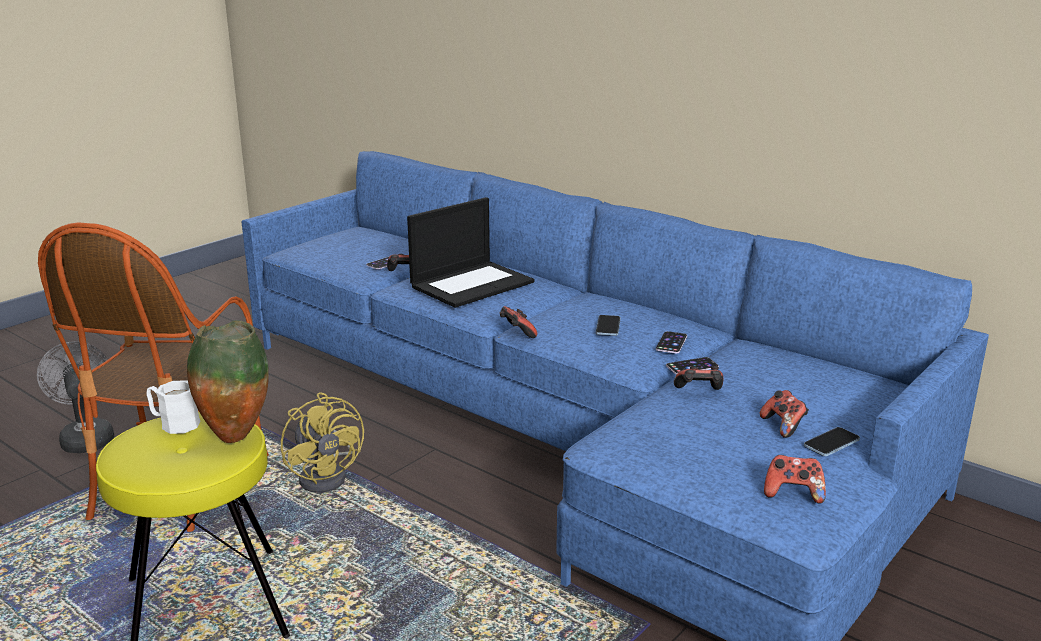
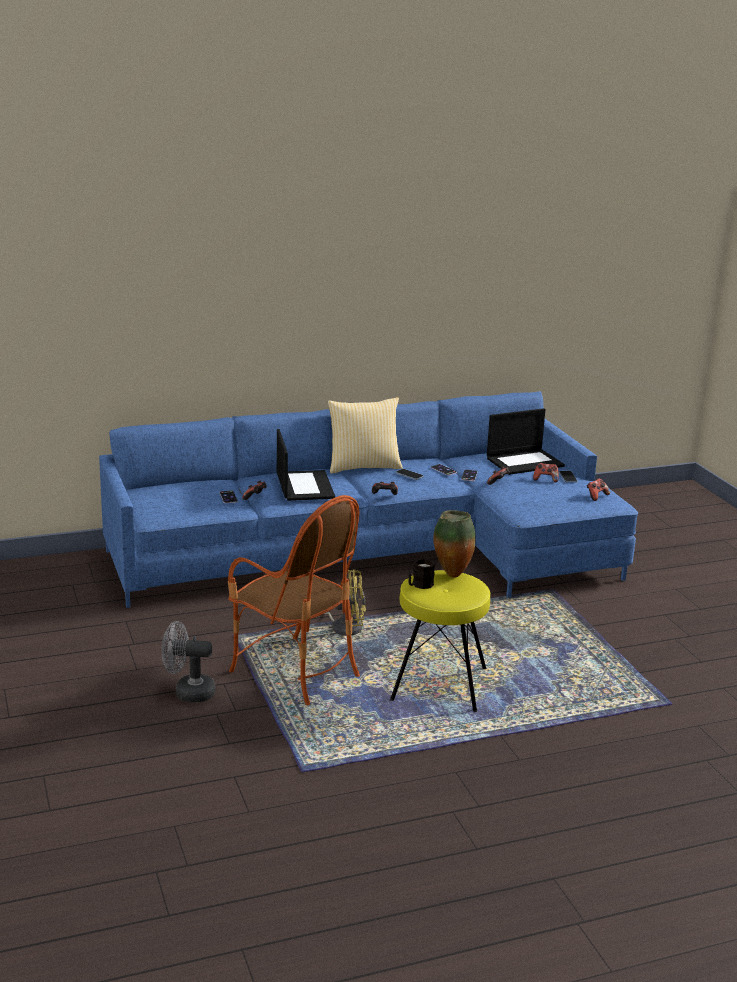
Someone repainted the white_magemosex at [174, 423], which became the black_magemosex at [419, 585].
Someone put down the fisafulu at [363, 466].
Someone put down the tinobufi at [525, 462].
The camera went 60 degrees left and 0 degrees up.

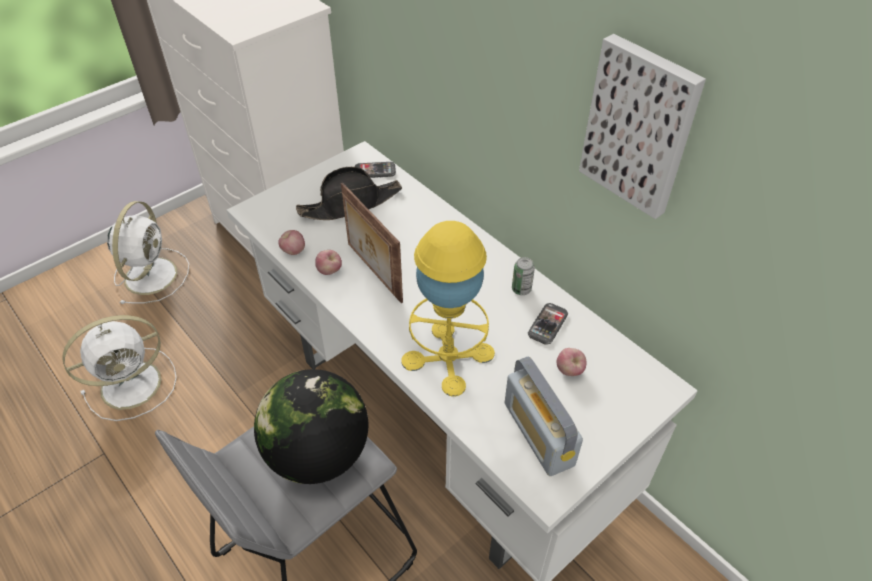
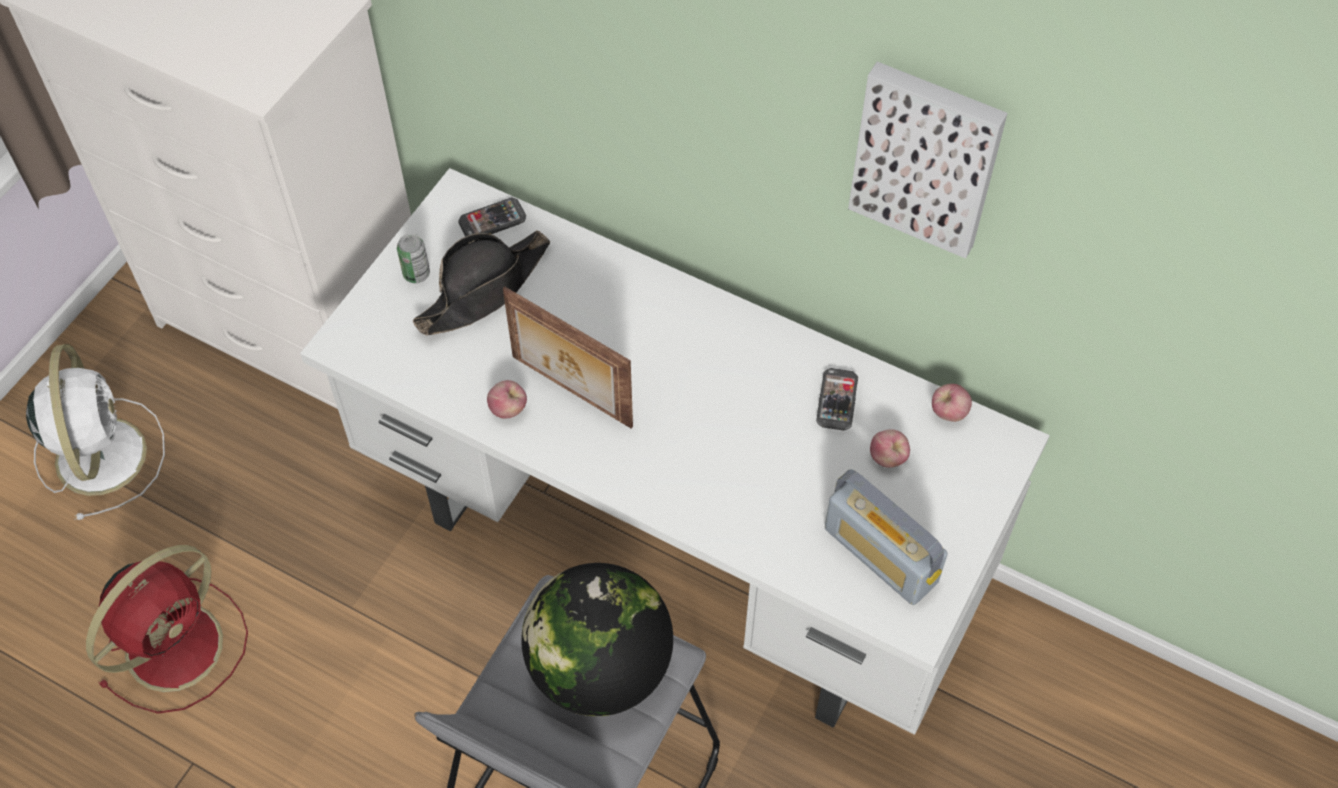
Someone took away the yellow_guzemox at [448, 357].
Someone carried the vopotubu from [293, 251] to [948, 413].
Someone carried the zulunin from [521, 289] to [416, 274].
Someone repainted the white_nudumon at [134, 383], which became the red_nudumon at [178, 643].
The camera went 20 degrees left and 10 degrees up.

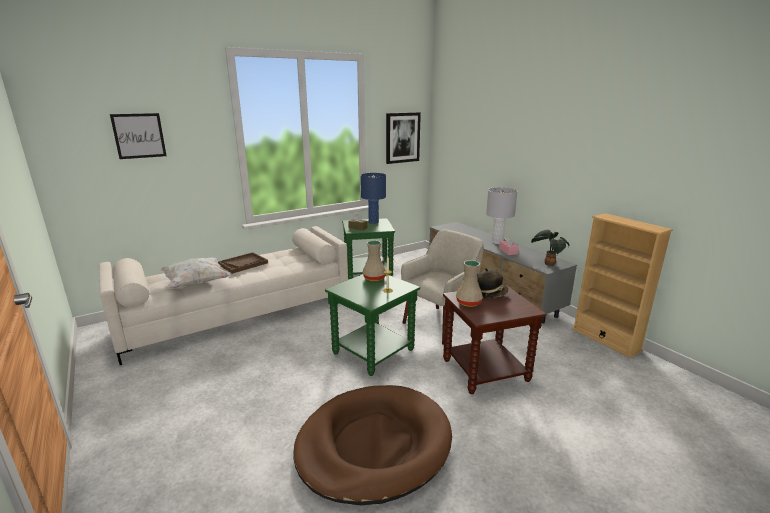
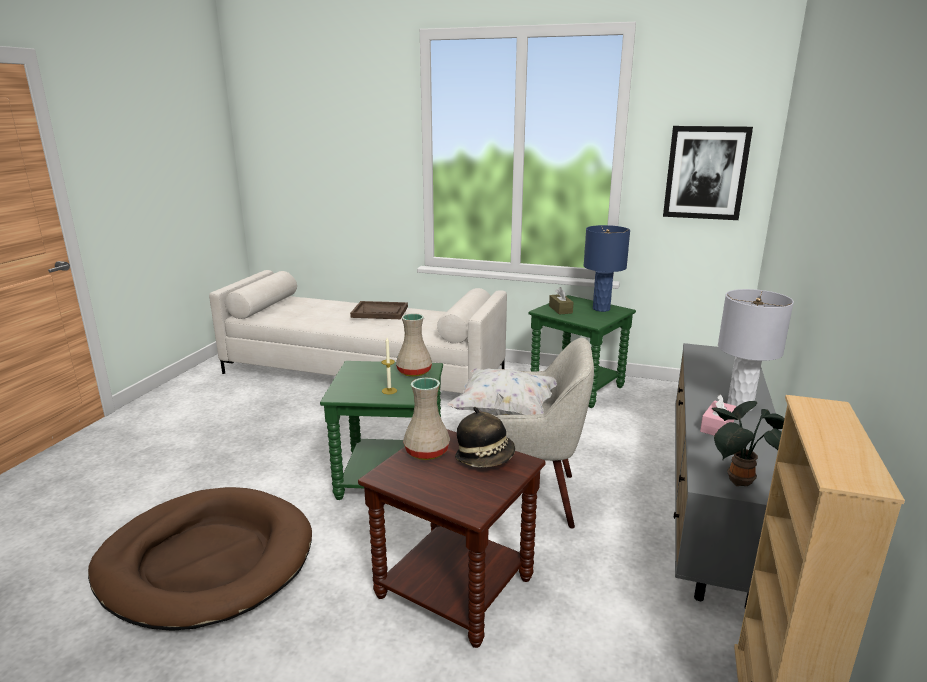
Someone took away the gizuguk at [139, 136].
Someone carried the white_fisafulu from [196, 283] to [505, 412].
The camera went 50 degrees right and 0 degrees up.

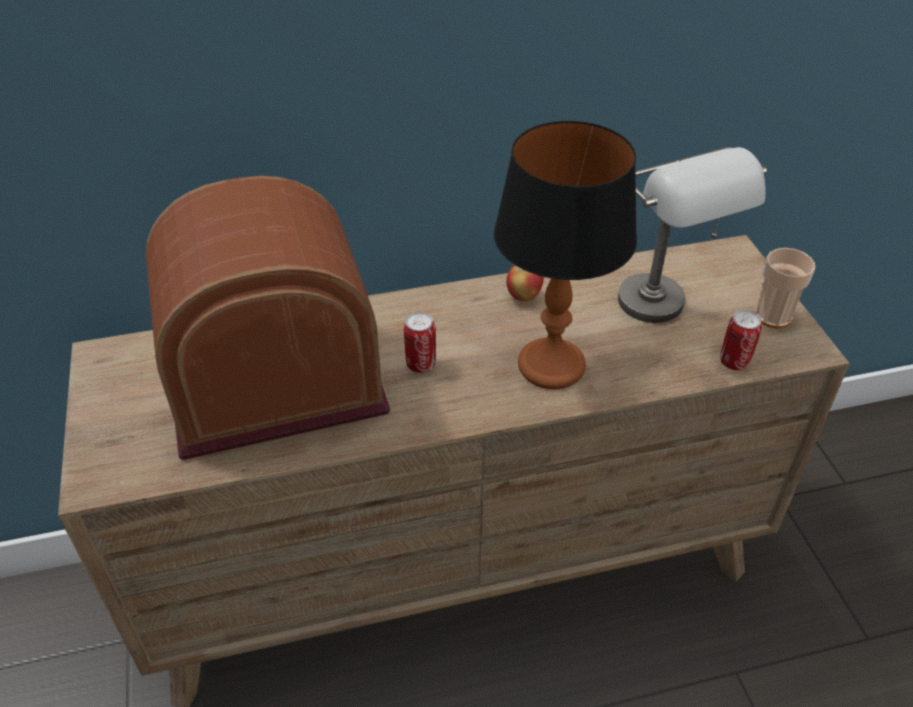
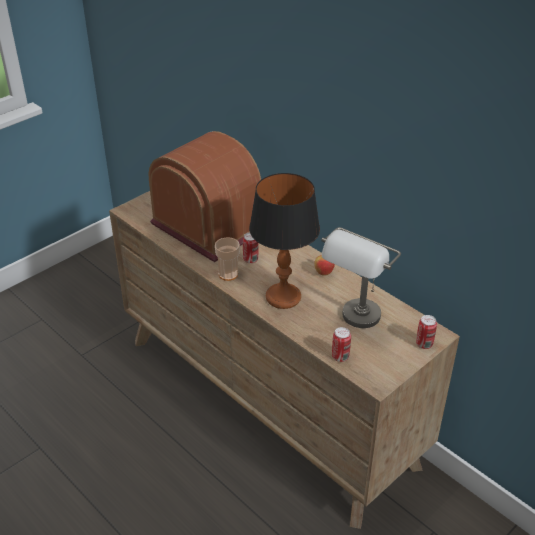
Someone carried the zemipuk from [773, 316] to [228, 274].
Someone put down the zulunin at [424, 344].
The camera went 60 degrees right and 5 degrees down.

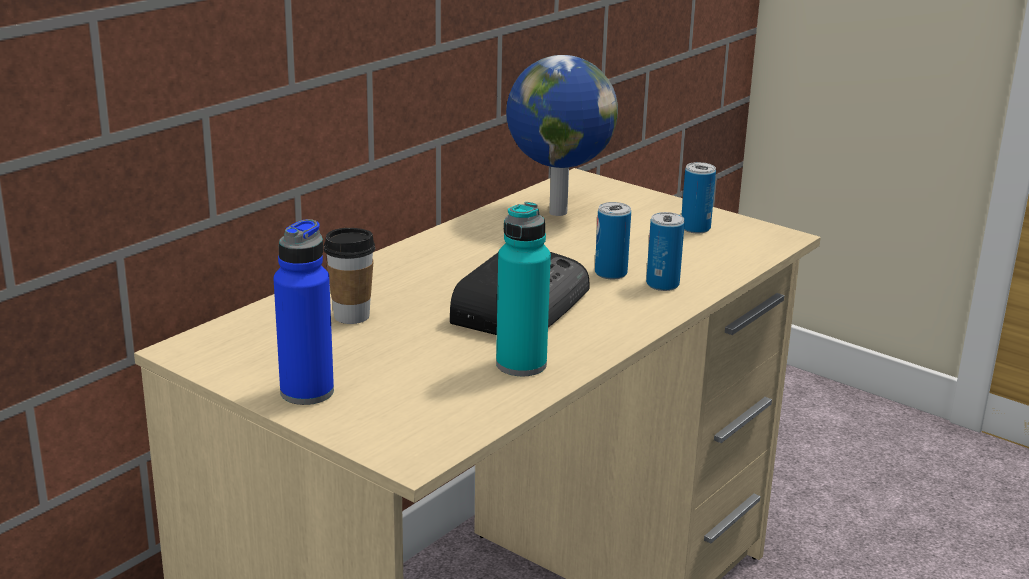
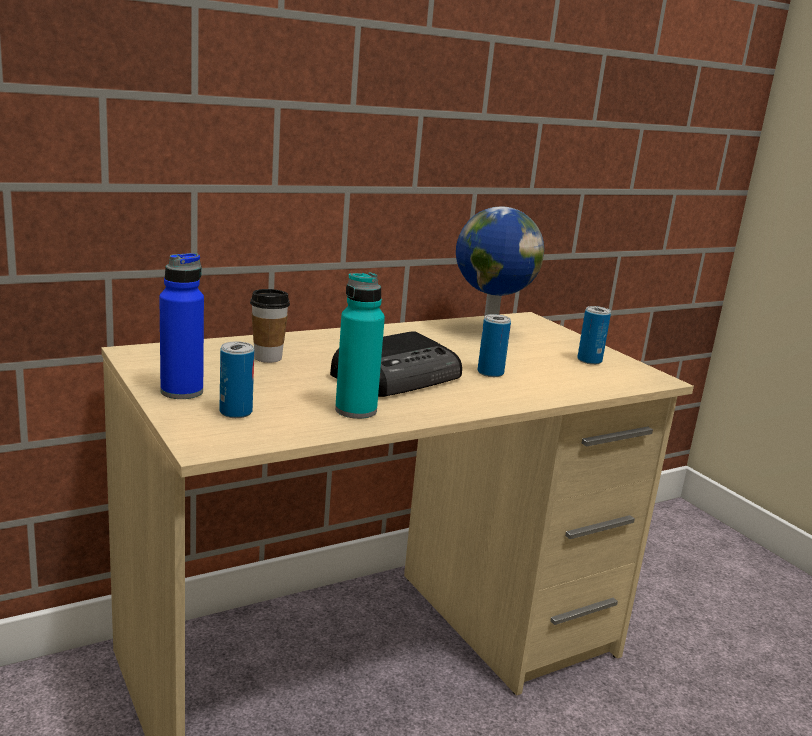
Someone carried the zulunin from [662, 284] to [236, 412].
The camera went 20 degrees right and 5 degrees down.

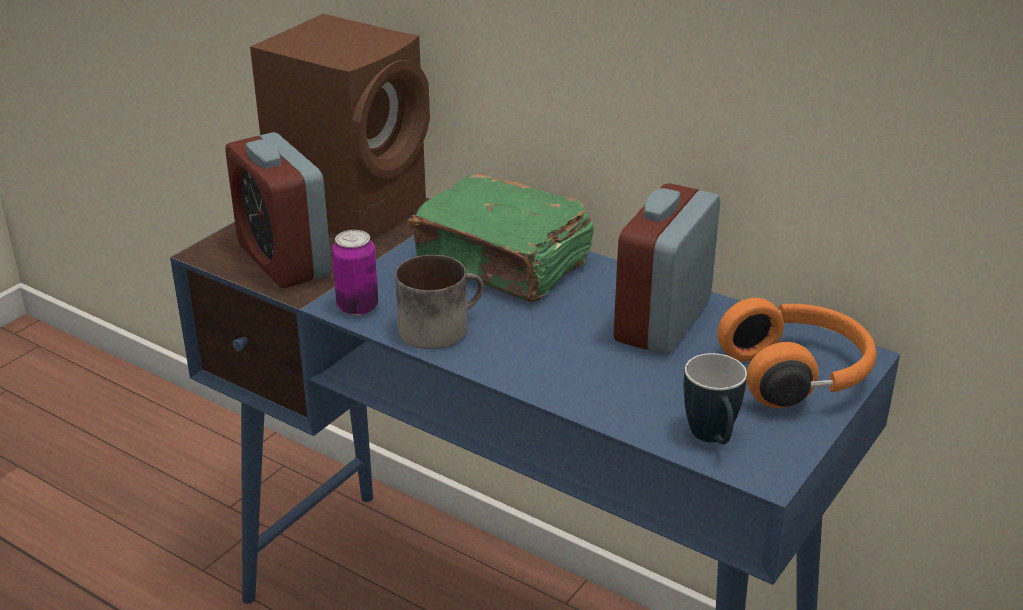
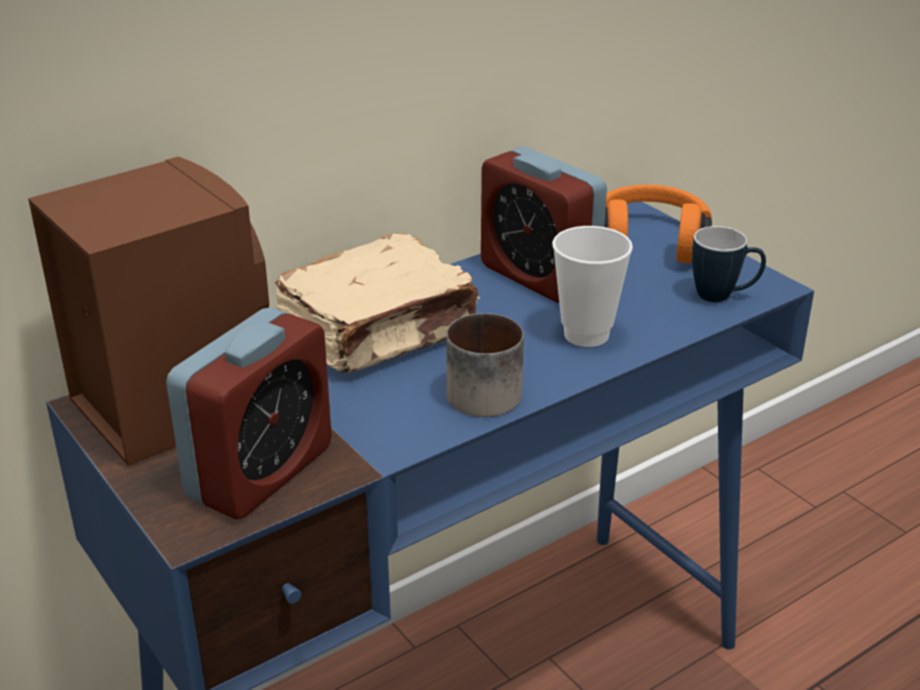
Someone rotated the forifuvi at [284, 260] by 45 degrees counterclockwise.
Someone repainted the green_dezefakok at [503, 263], which became the beige_dezefakok at [381, 332].
Someone took away the zulunin at [357, 307].
Someone put down the zemipuk at [586, 335].
The camera went 70 degrees left and 0 degrees up.

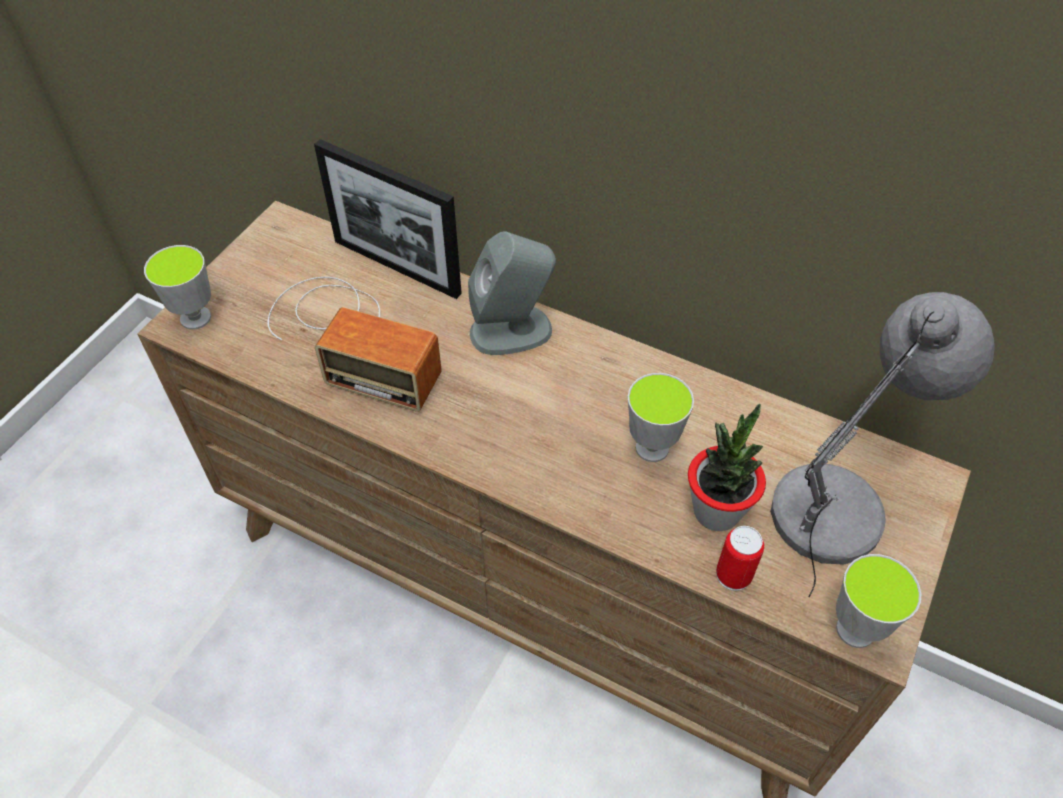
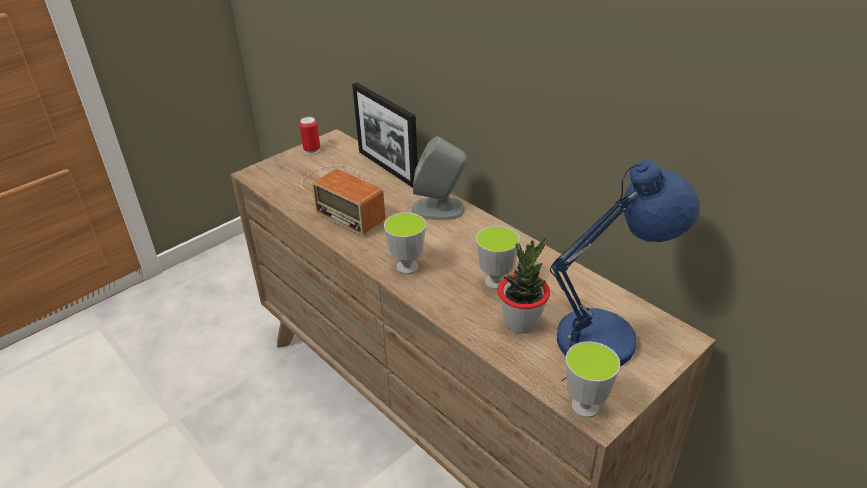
Someone carried the zemipuk from [195, 318] to [407, 267].
Someone repainted the grey_guzemox at [837, 508], which became the blue_guzemox at [605, 339].
Someone carried the zulunin from [733, 575] to [312, 150].
The camera went 20 degrees right and 15 degrees down.

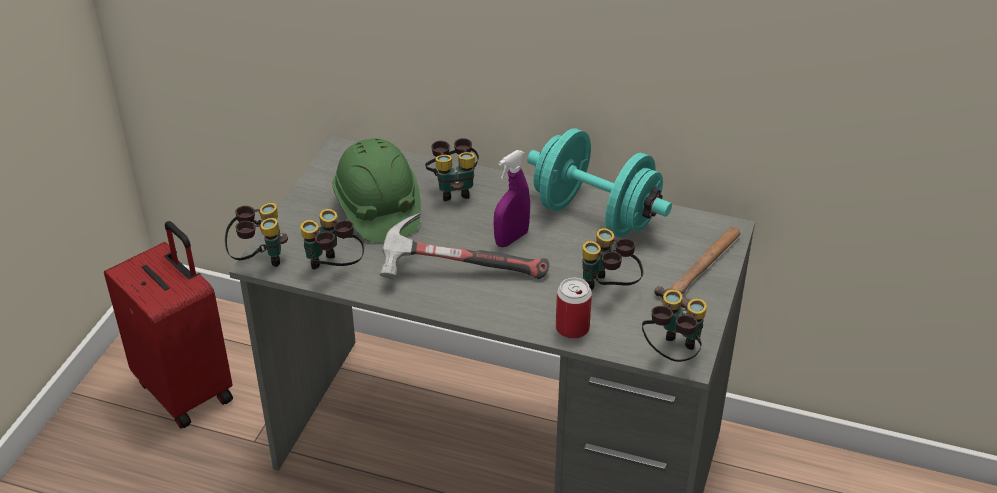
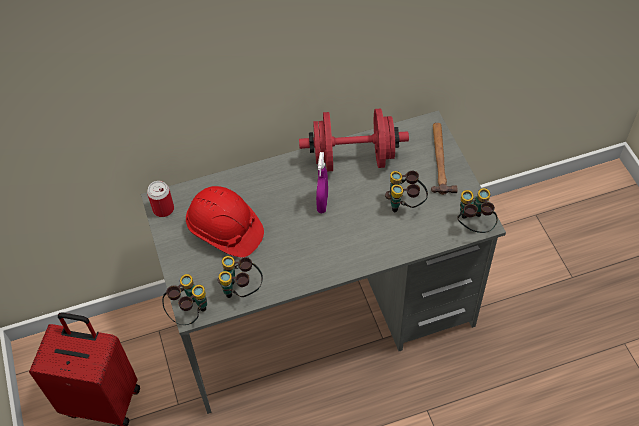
Someone repainted the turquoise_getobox at [595, 215], which became the red_getobox at [353, 158].
Someone repainted the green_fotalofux at [377, 209], which became the red_fotalofux at [225, 231].
Someone took away the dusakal at [454, 189].
Someone took away the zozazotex at [459, 271].
Someone carried the zulunin from [572, 328] to [163, 209].
The camera went 35 degrees left and 15 degrees up.

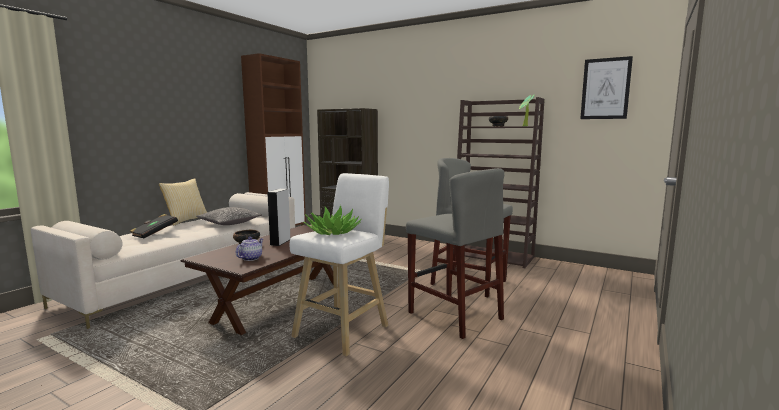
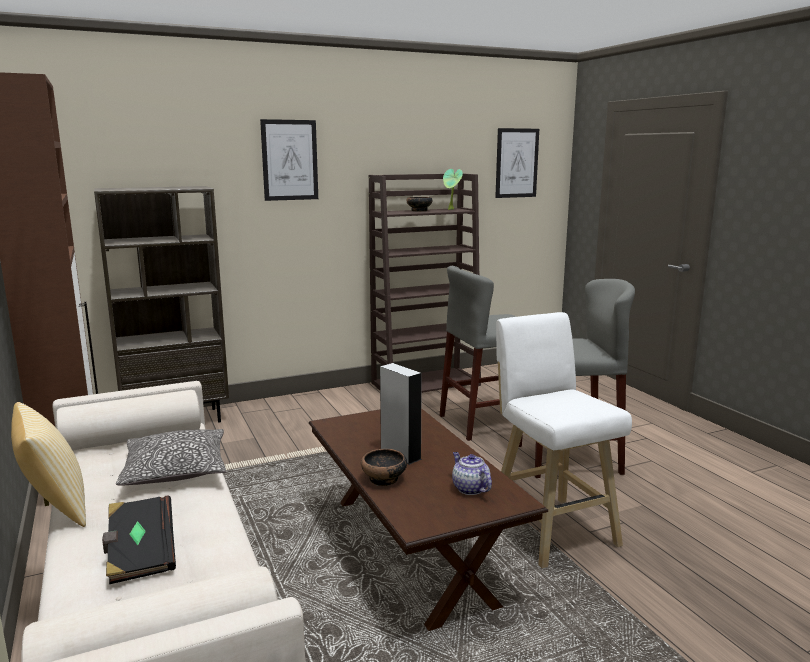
Someone took away the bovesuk at [333, 232].
Someone put up the gizuguk at [290, 160].
The camera went 55 degrees left and 5 degrees up.

